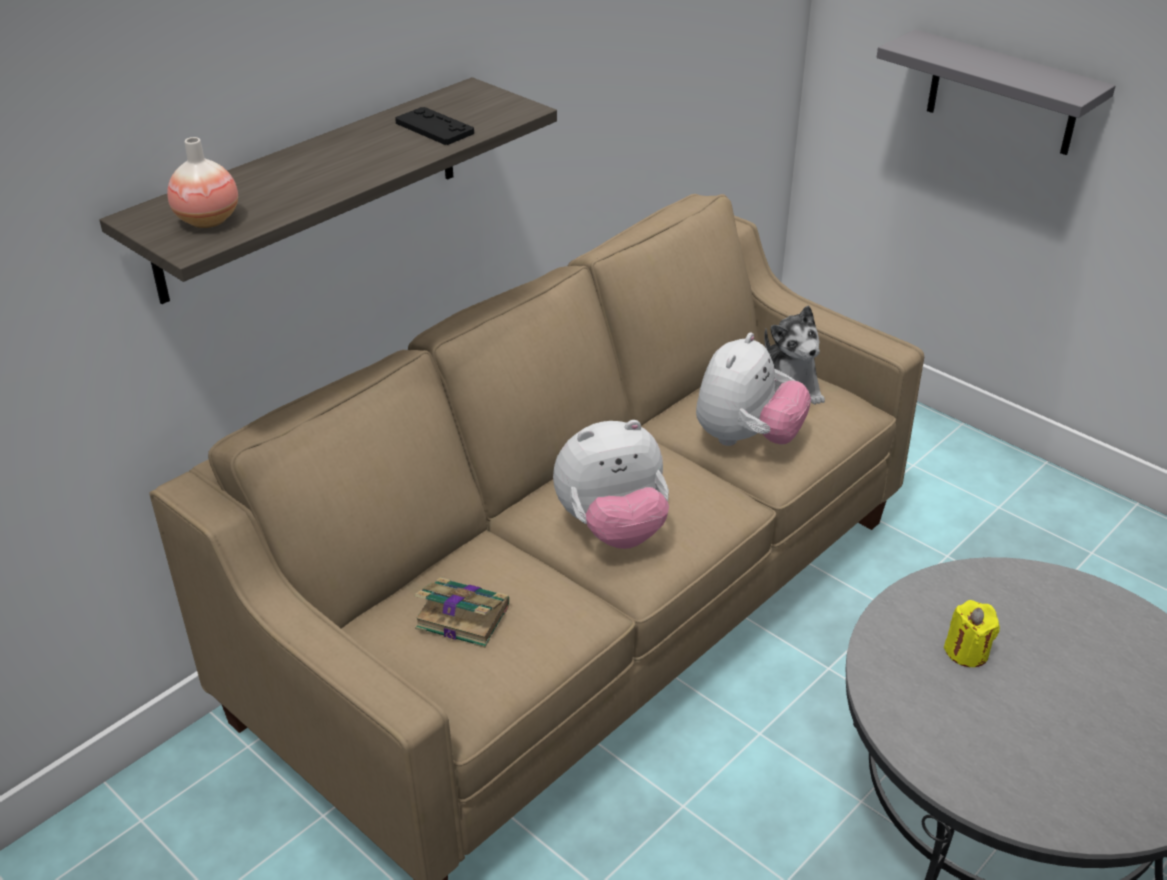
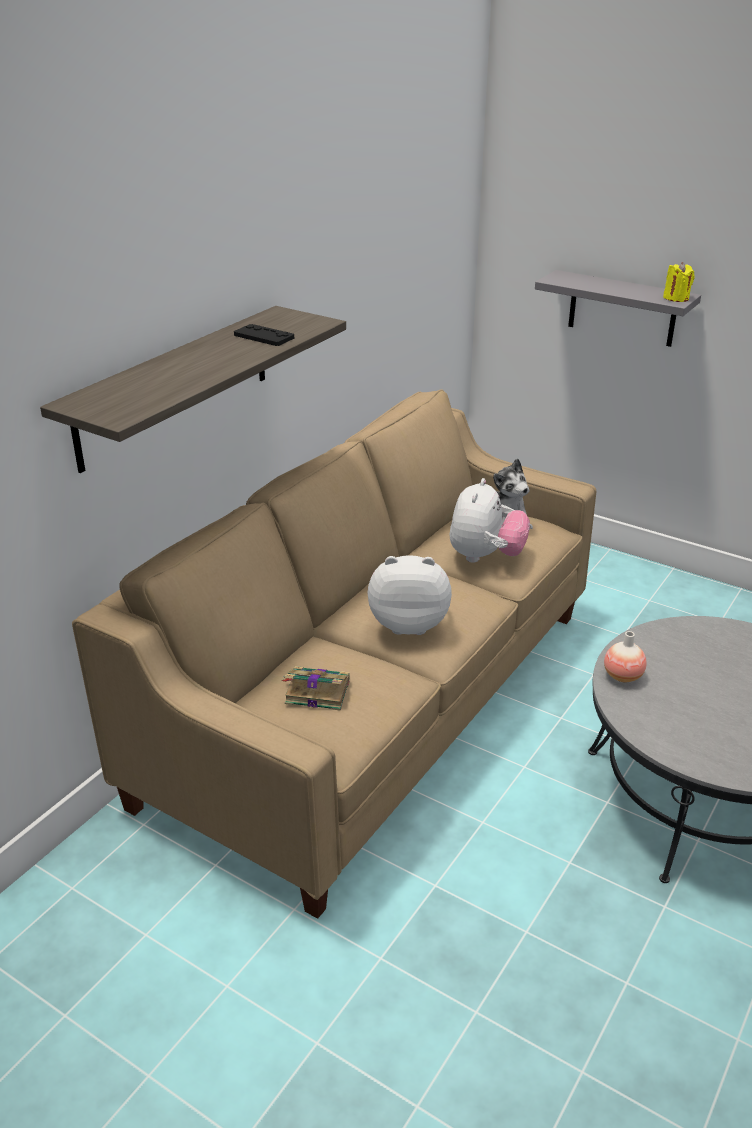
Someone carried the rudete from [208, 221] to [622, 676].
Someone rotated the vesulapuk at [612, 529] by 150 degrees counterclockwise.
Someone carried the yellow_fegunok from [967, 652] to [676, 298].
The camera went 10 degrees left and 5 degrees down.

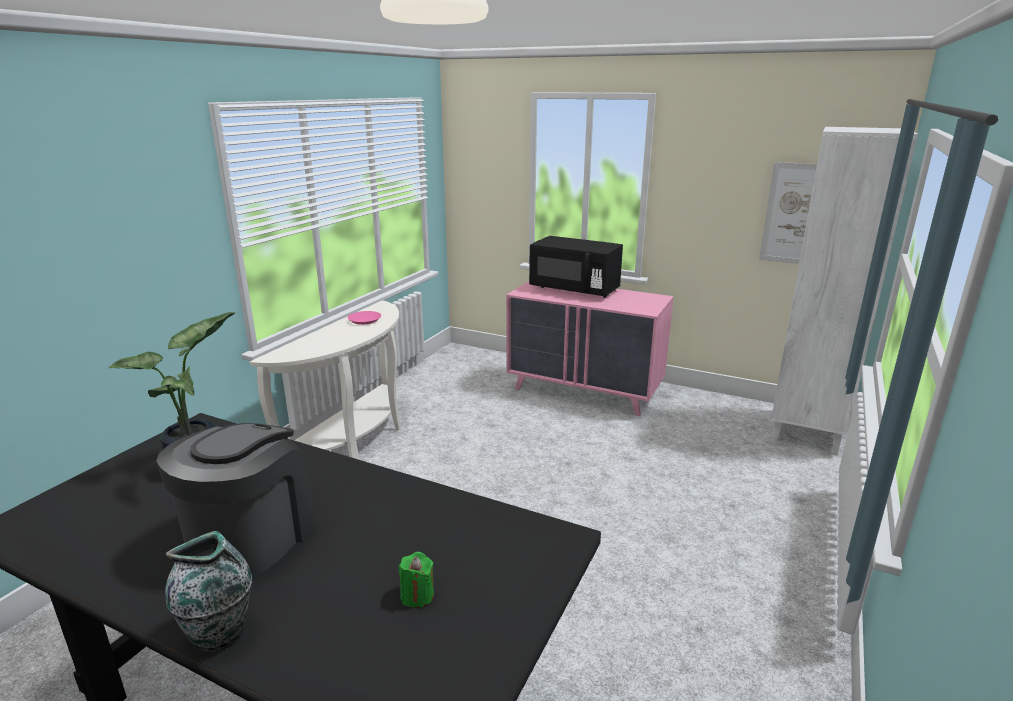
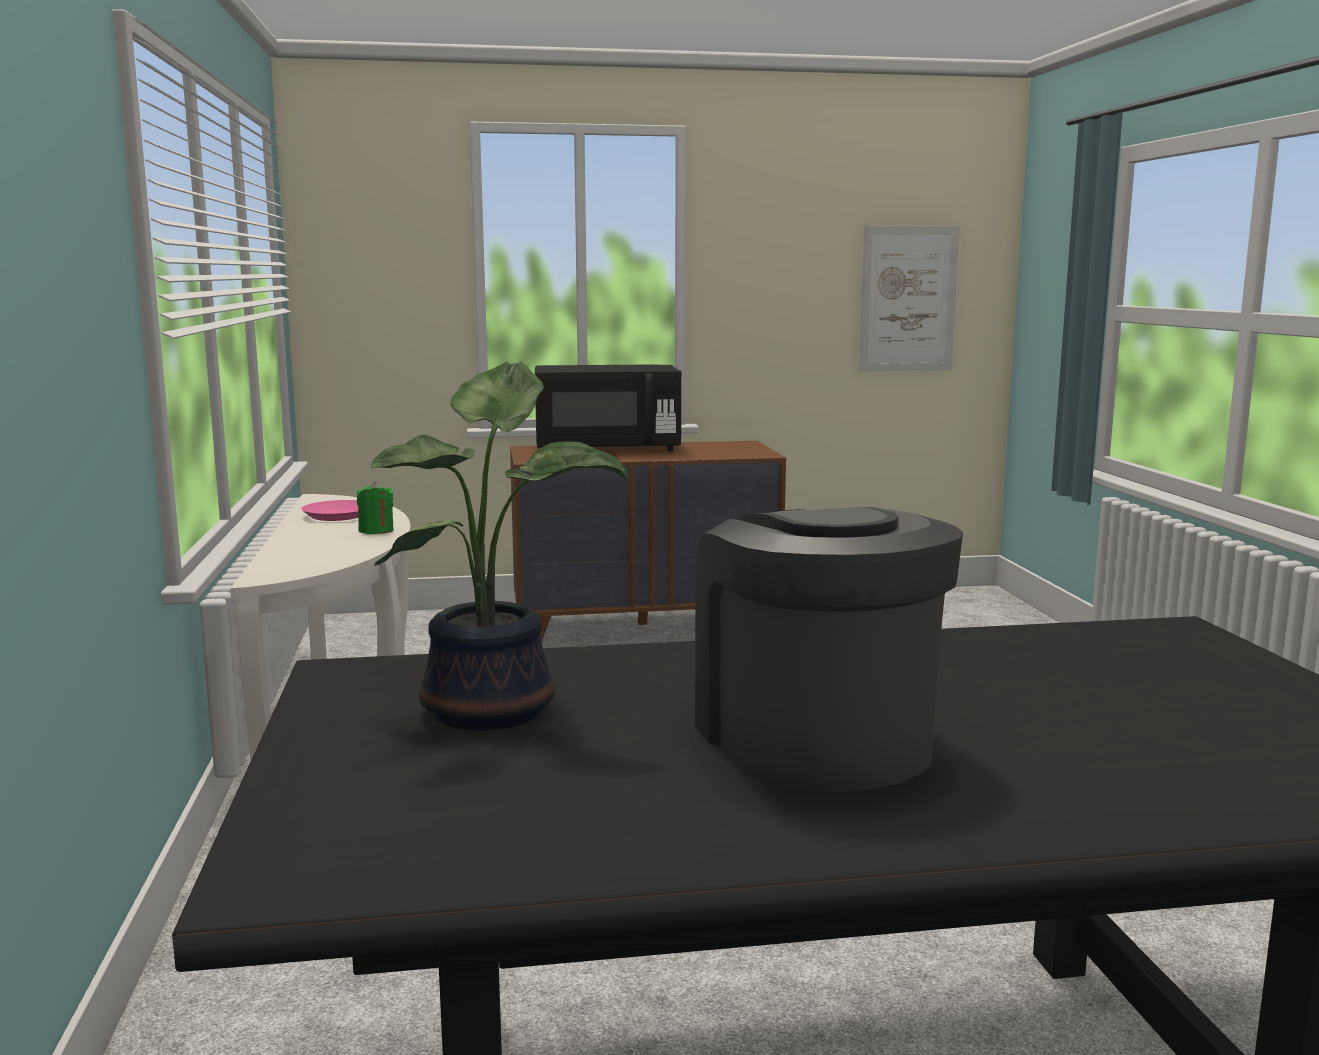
Someone took away the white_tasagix at [806, 432].
Someone repainted the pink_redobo at [585, 391], which became the brown_redobo at [645, 628].
Someone took away the rudete at [221, 633].
Someone carried the green_fegunok from [417, 596] to [376, 531].
The camera went 35 degrees left and 10 degrees down.

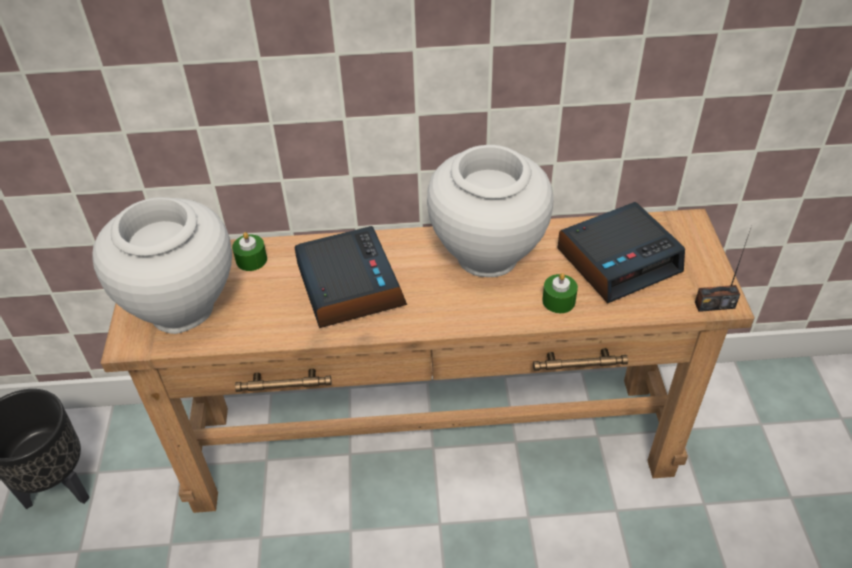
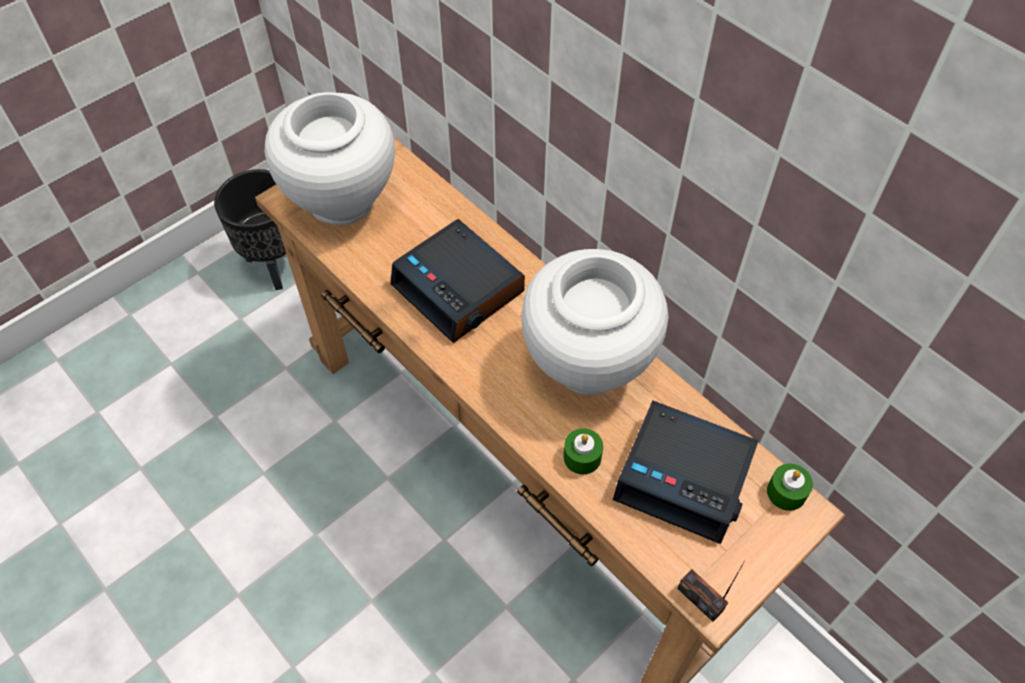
Someone rotated the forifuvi at [349, 286] by 105 degrees clockwise.
Someone carried the green_fegunok from [251, 260] to [786, 492].
The camera went 50 degrees right and 10 degrees up.

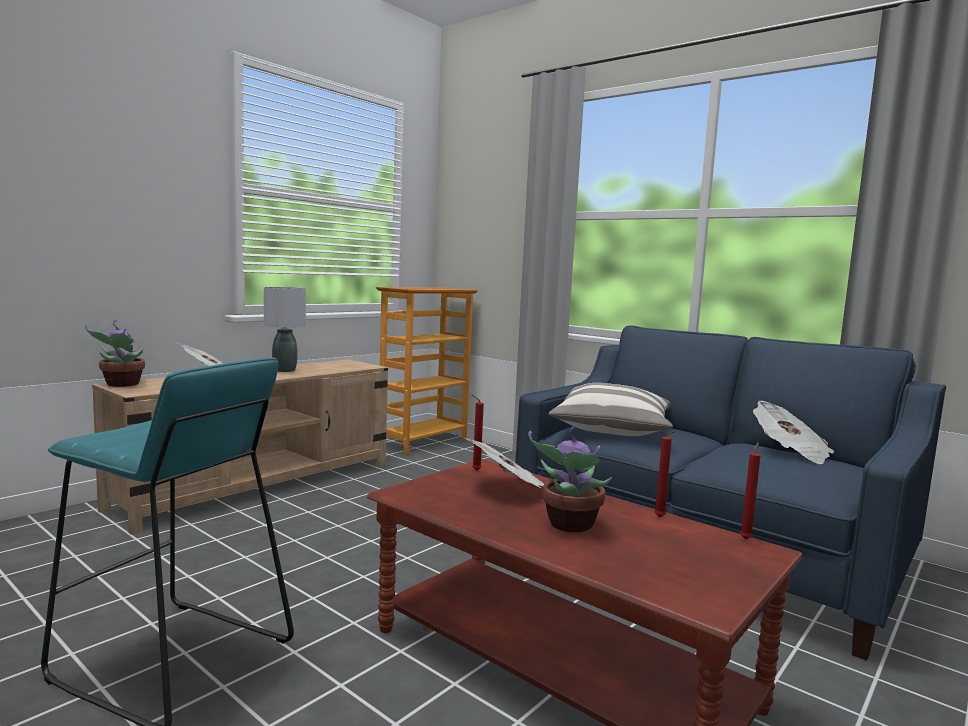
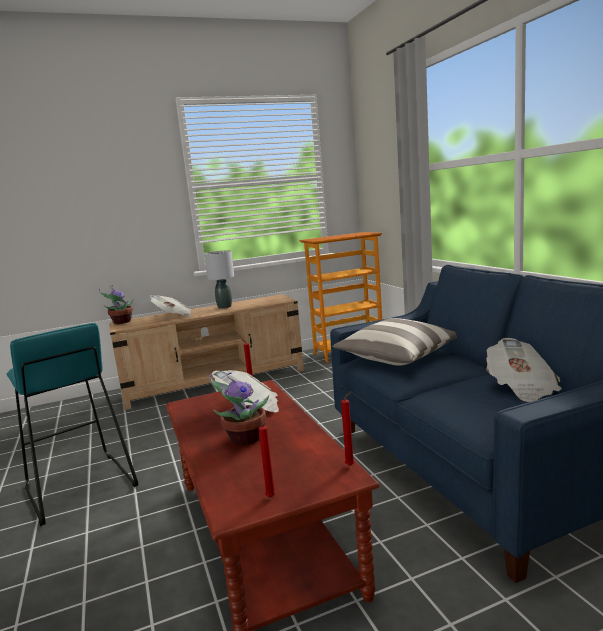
Someone carried the red_fegunok from [661, 518] to [271, 498].
The camera went 30 degrees right and 5 degrees up.

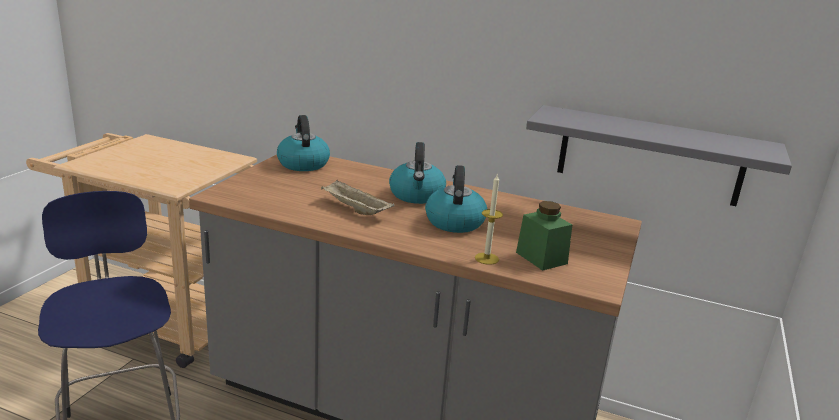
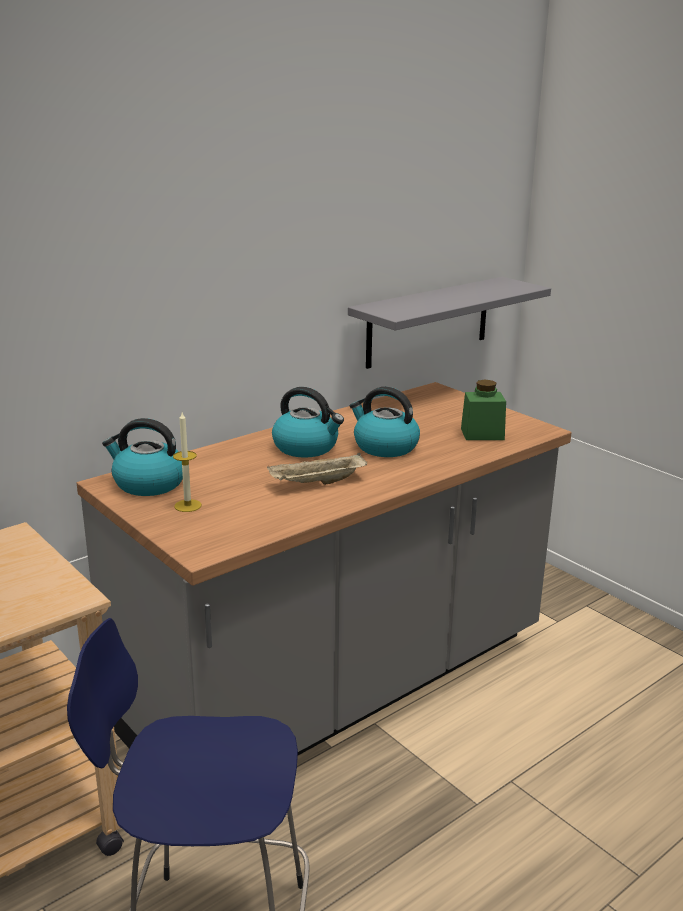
Someone carried the fegunok from [486, 258] to [187, 505].
The camera went 60 degrees left and 0 degrees up.

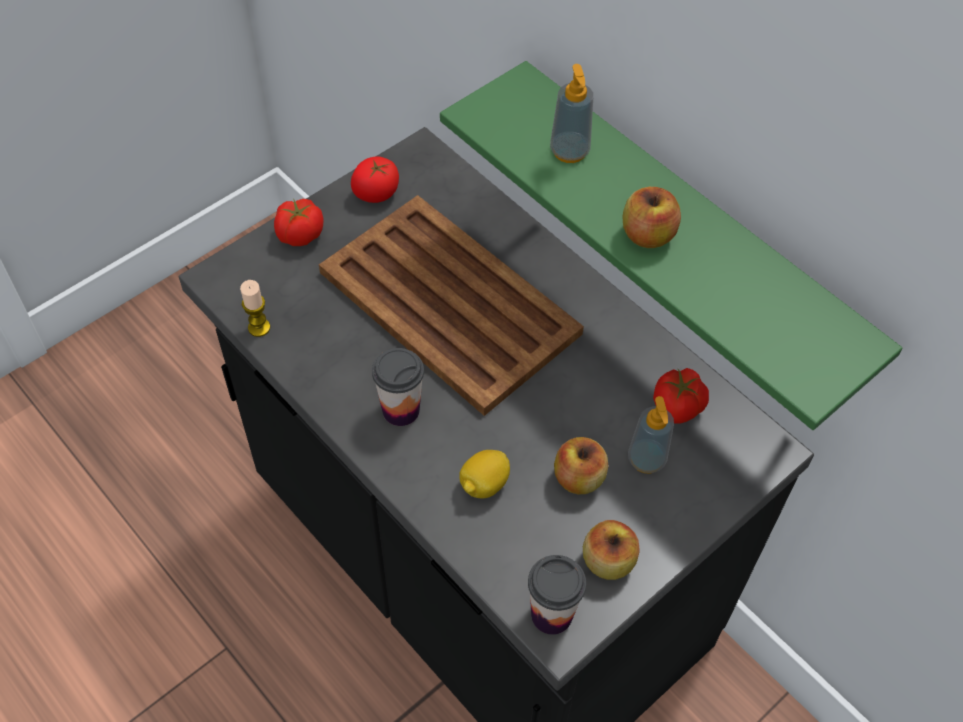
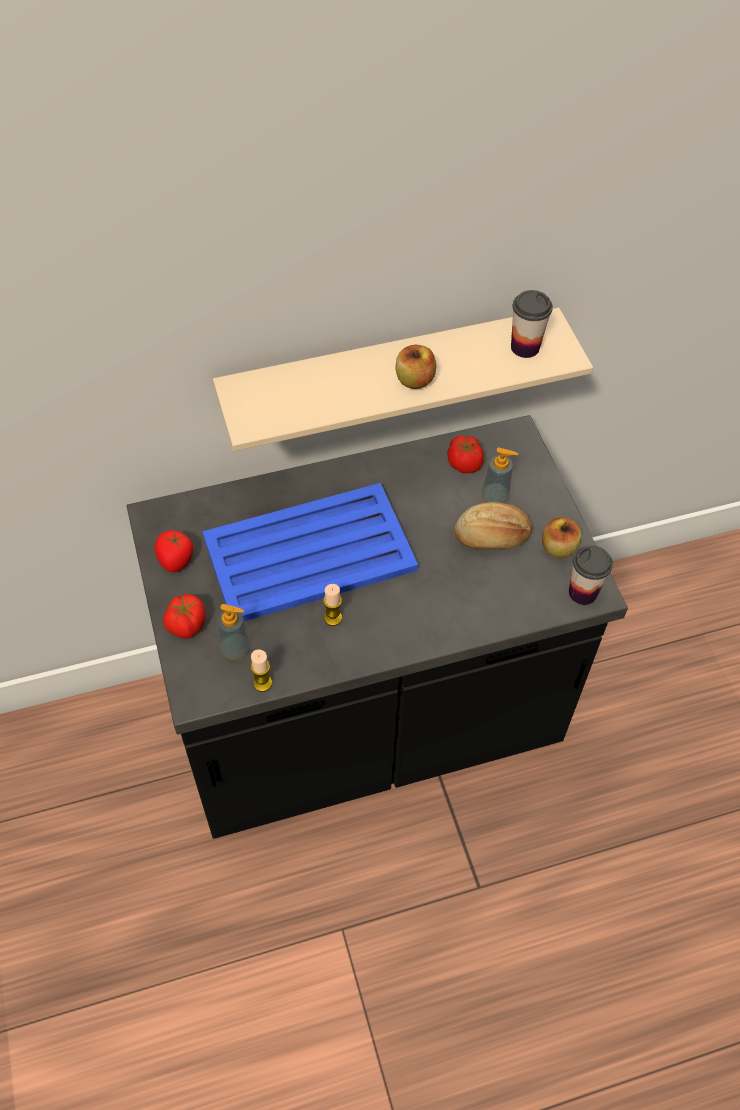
Someone repainted the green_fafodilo at [686, 237], which became the beige_fafodilo at [389, 377].
Someone carried the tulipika from [569, 151] to [235, 649].
Someone repainted the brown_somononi at [447, 301], which became the blue_somononi at [307, 554].
Someone carried the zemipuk from [401, 410] to [525, 347].
Someone swapped the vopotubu at [579, 478] for the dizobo at [492, 538].
Someone took away the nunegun at [484, 484].
Someone put down the fegunok at [333, 618].
The camera went 65 degrees left and 0 degrees up.

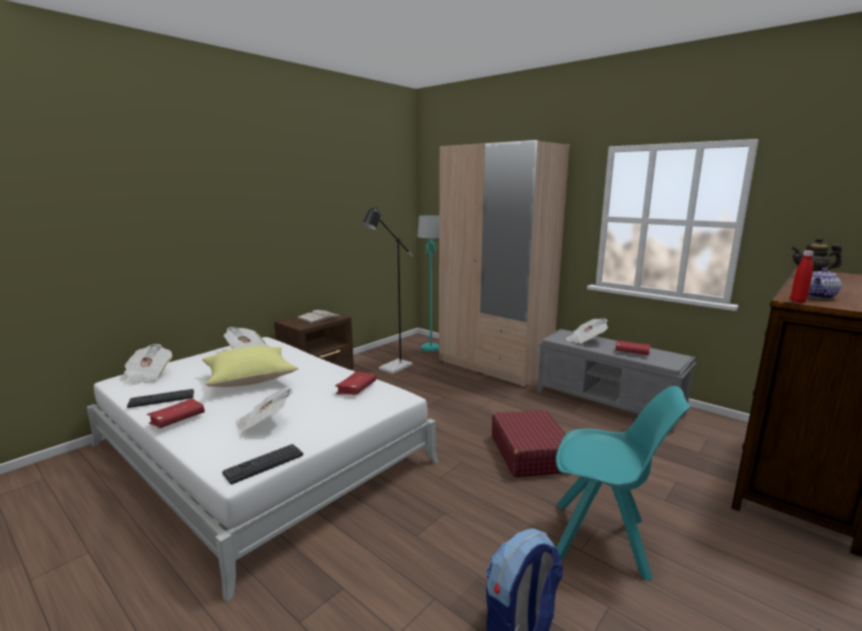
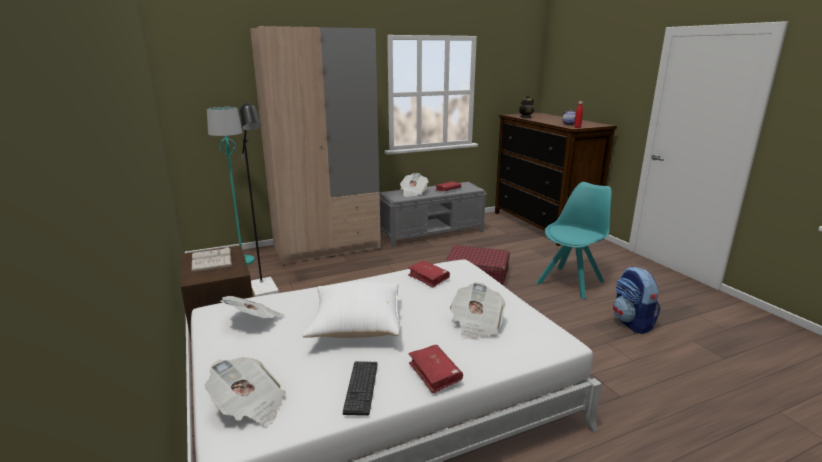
Someone repainted the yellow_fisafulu at [250, 380], which became the white_fisafulu at [355, 325].
Someone took away the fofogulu at [264, 464].
The camera went 65 degrees left and 5 degrees up.

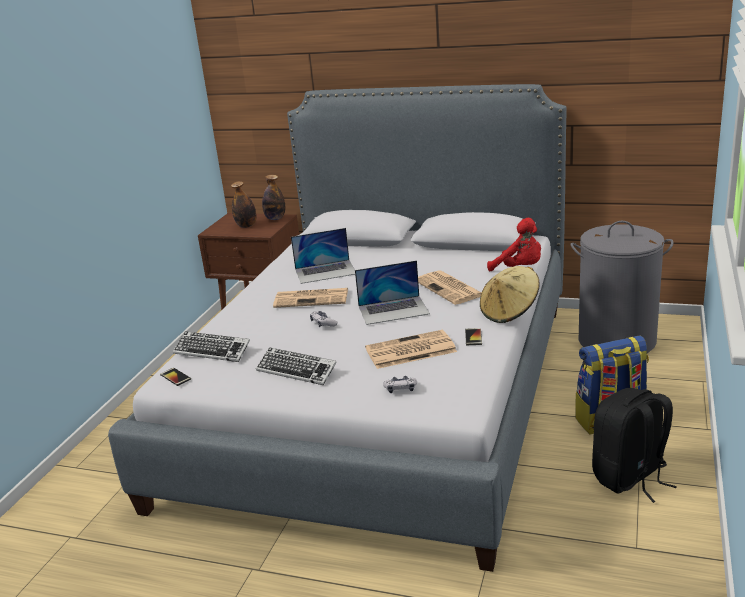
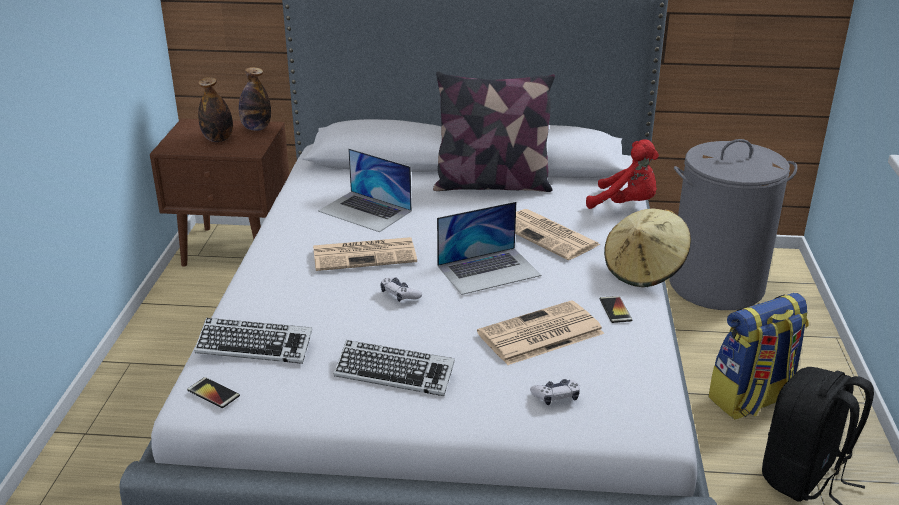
Someone rotated the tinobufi at [325, 271] by 60 degrees clockwise.
Someone put down the fisafulu at [492, 185].
The camera went 15 degrees left and 5 degrees up.

